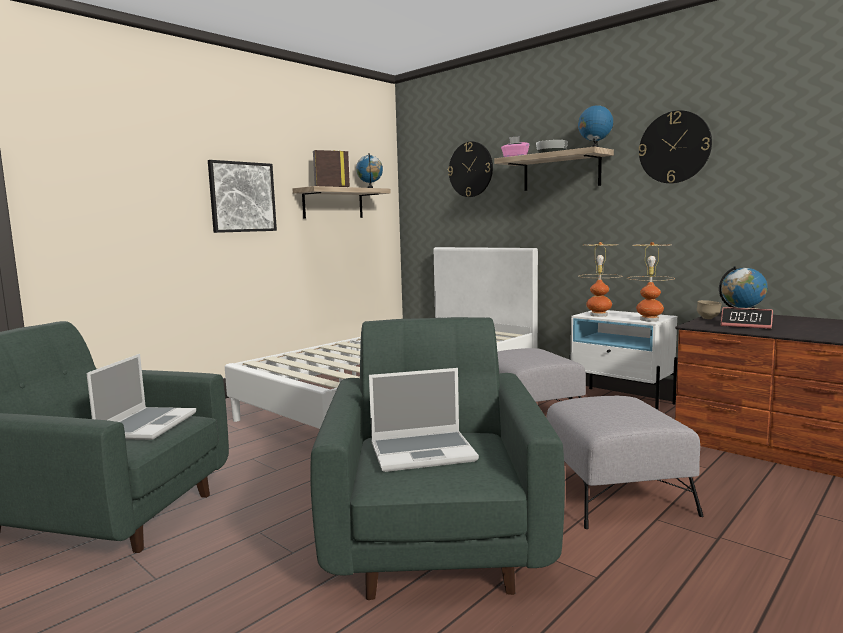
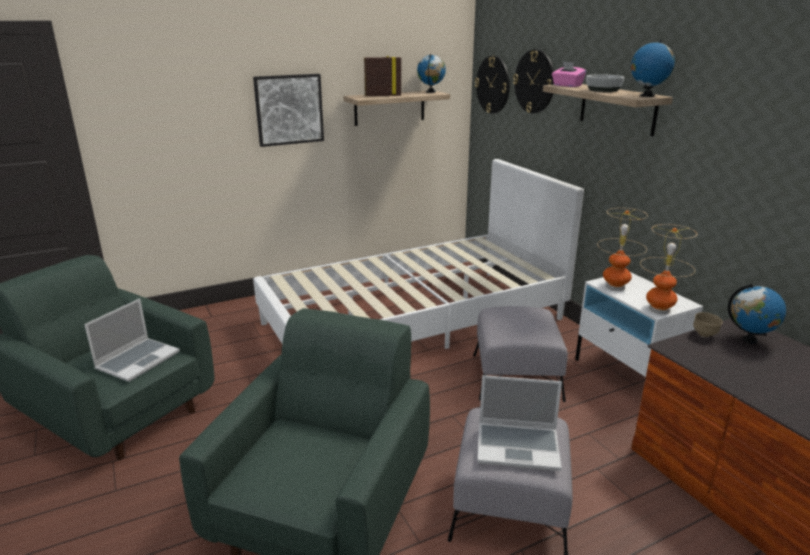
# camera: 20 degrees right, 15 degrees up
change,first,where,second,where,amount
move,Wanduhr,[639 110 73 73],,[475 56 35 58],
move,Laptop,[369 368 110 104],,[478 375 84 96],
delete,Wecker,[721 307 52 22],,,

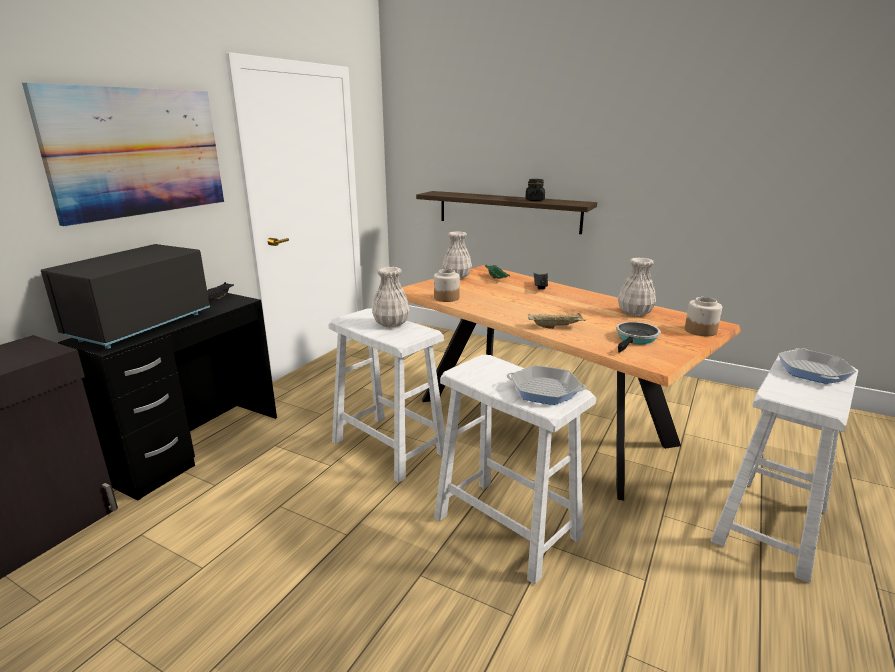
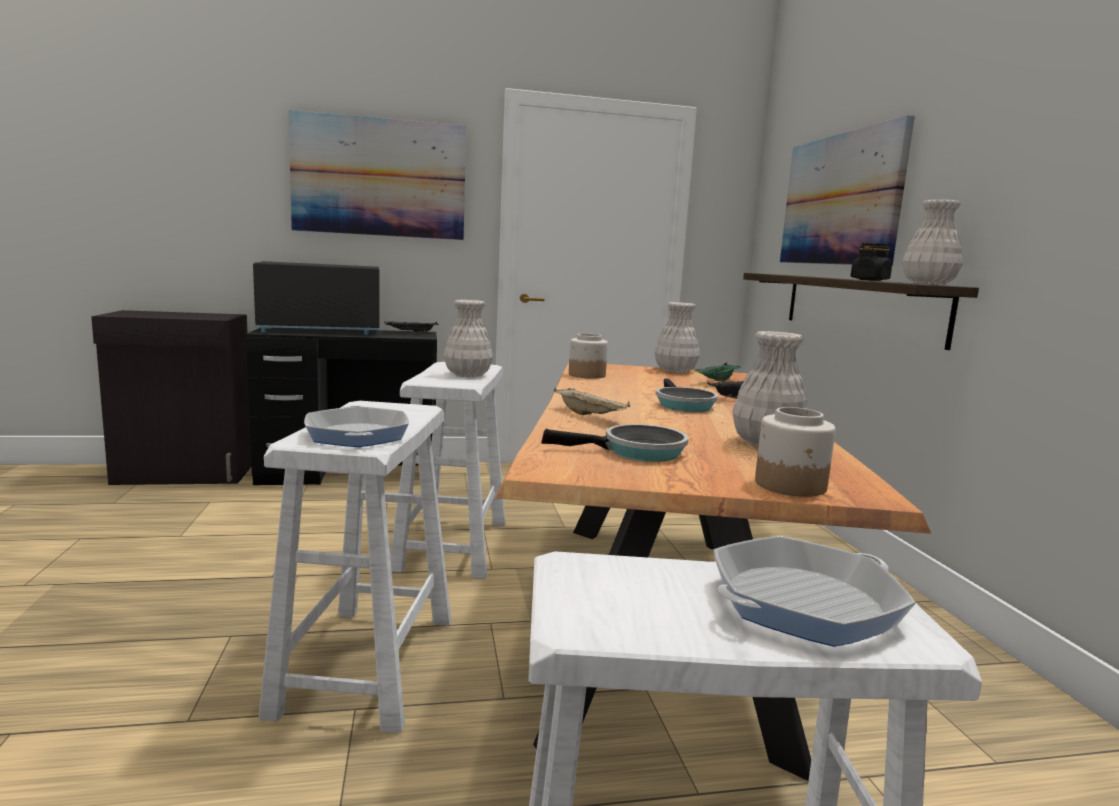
# camera: 50 degrees right, 10 degrees down
change,first,where,second,where,amount
insert,,,Pfanne,[656 379 62 33],
insert,,,Bild,[780 115 135 151],
insert,,,Vase [weiß],[902 199 61 86],

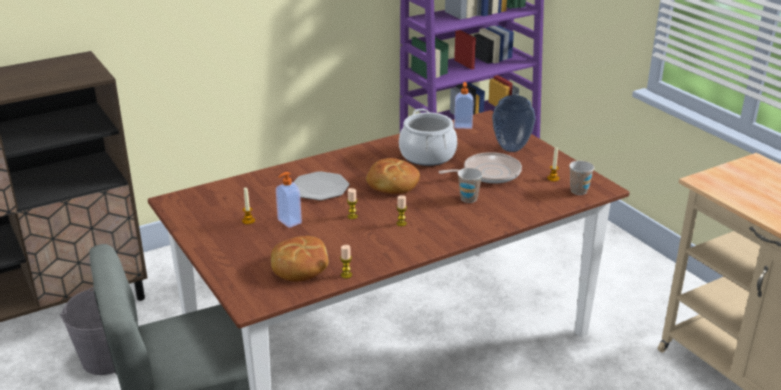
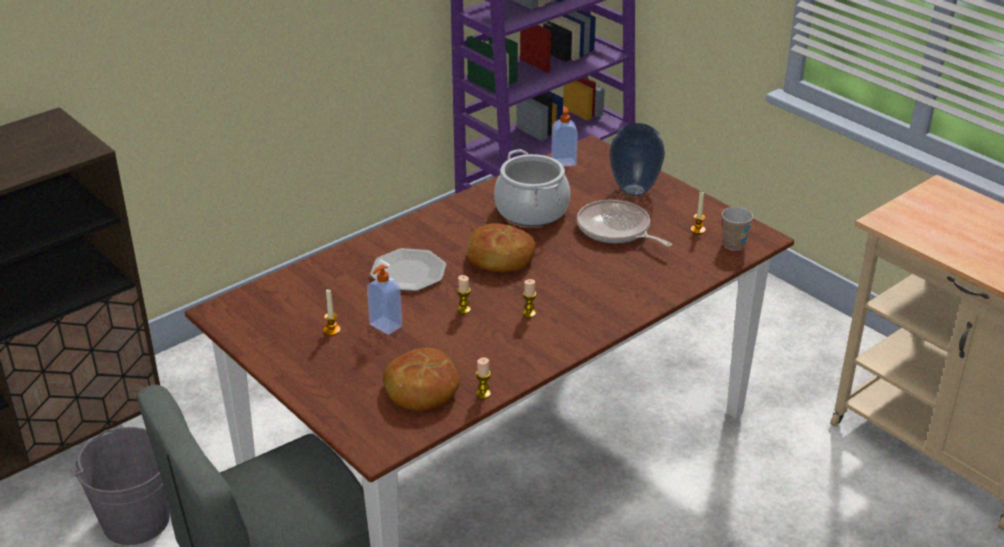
# camera: 10 degrees left, 5 degrees up
change,first,where,second,where,amount
rotate,Pfanne,[439 152 83 32],,[577 199 95 48],105 degrees counterclockwise
delete,Tasse,[458 168 25 35],,,

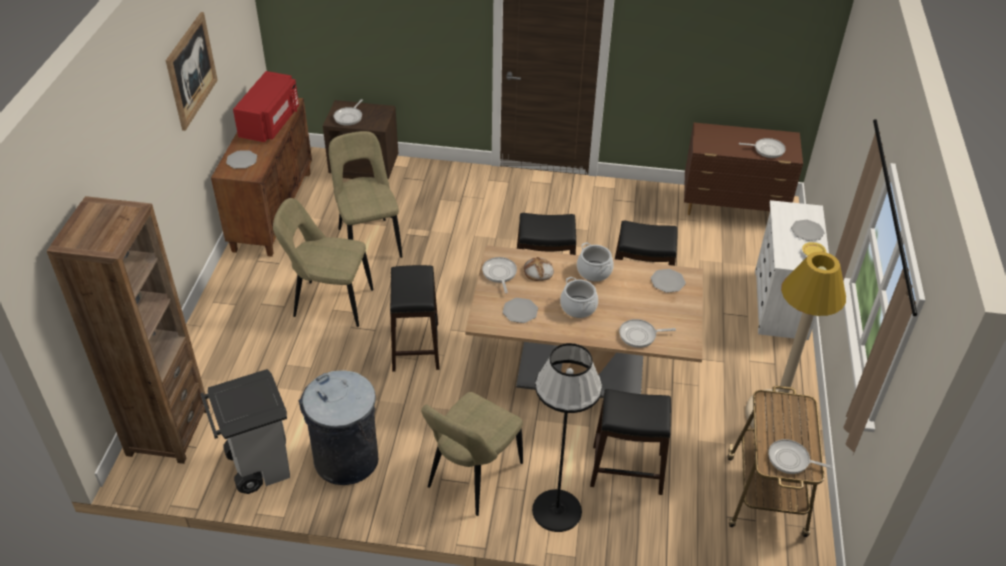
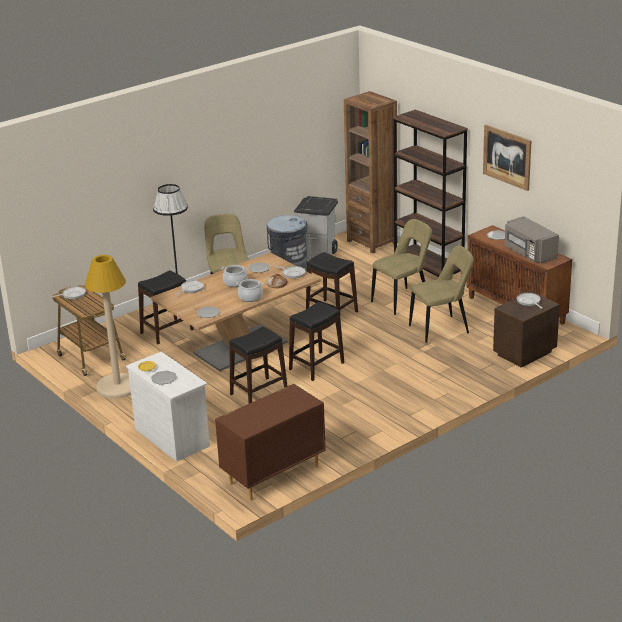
# camera: 135 degrees right, 15 degrees down
change,first,where,second,where,amount
insert,,,Bücherregal [braun],[393 110 75 167],
rotate,Stuhl [beige],[329 131 73 127],,[409 245 65 98],45 degrees counterclockwise
recolor,Mikrowelle [rot],[233 71 66 71],Mikrowelle [grau],[505 216 54 47],
delete,Pfanne,[739 138 47 20],,,

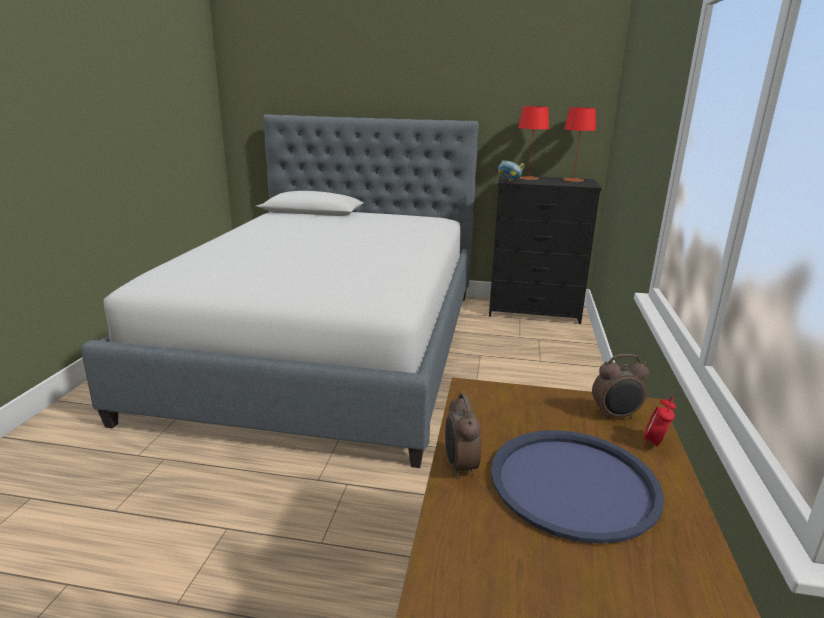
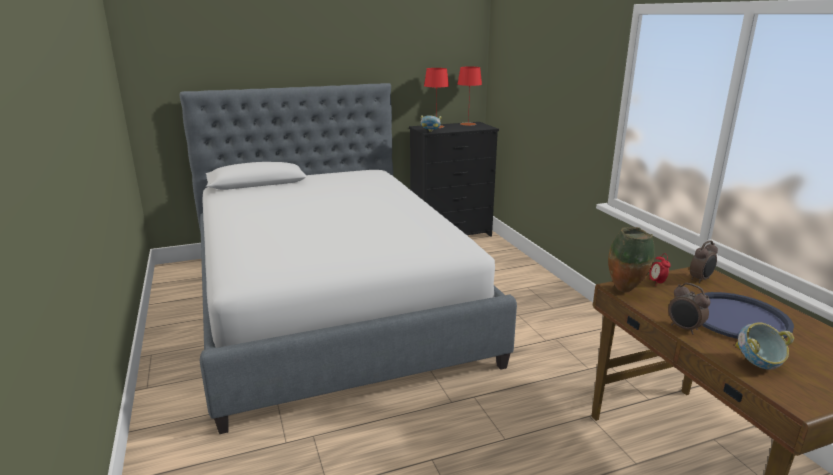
# camera: 30 degrees left, 0 degrees up
change,first,where,second,where,amount
insert,,,Vase,[608 227 47 65],
move,Wecker,[644 396 32 52],,[649 253 22 33],
insert,,,Schüssel,[735 322 59 47],

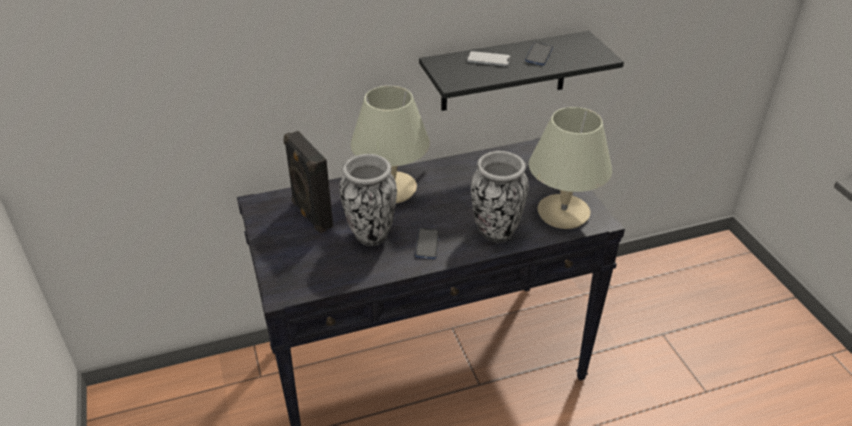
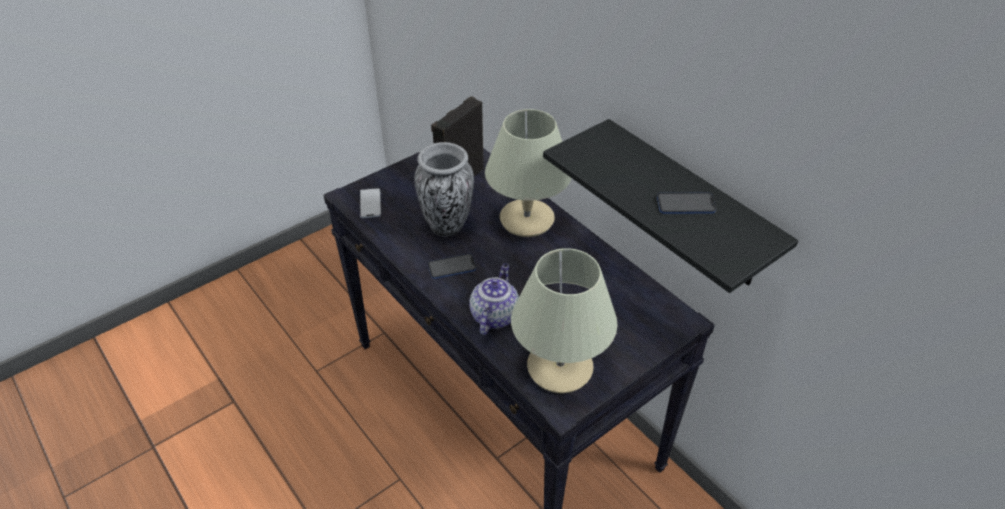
# camera: 70 degrees right, 5 degrees up
change,first,where,second,where,amount
move,Handy,[467 51 43 15],,[360 188 21 30],
replace,Vase,[471 151 58 91],Teekanne,[469 264 50 71],

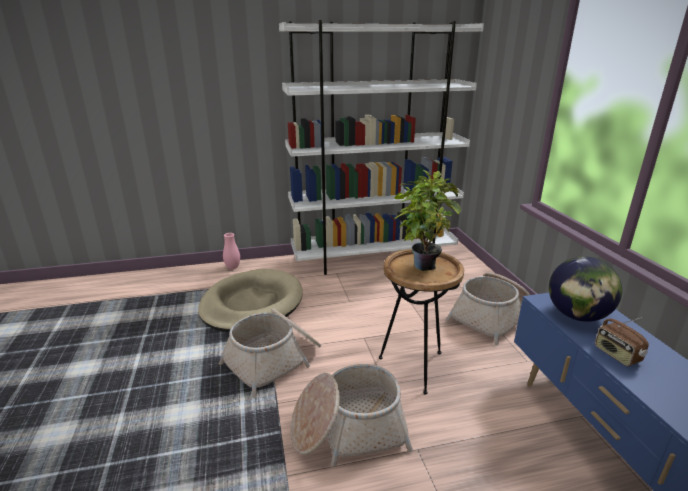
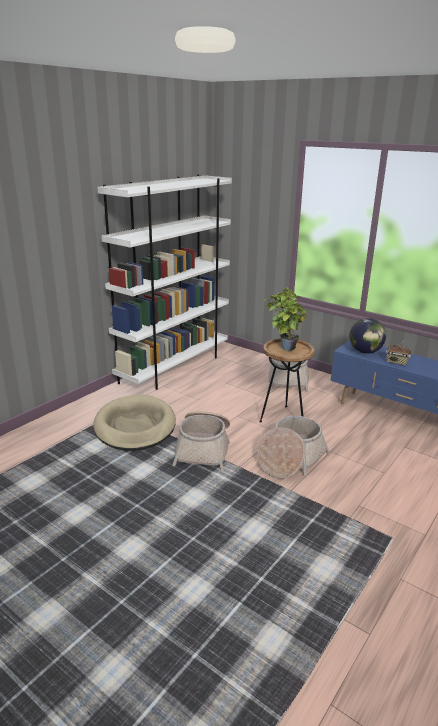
# camera: 40 degrees left, 0 degrees up
change,first,where,second,where,amount
delete,Vase [rosa],[223 233 17 36],,,

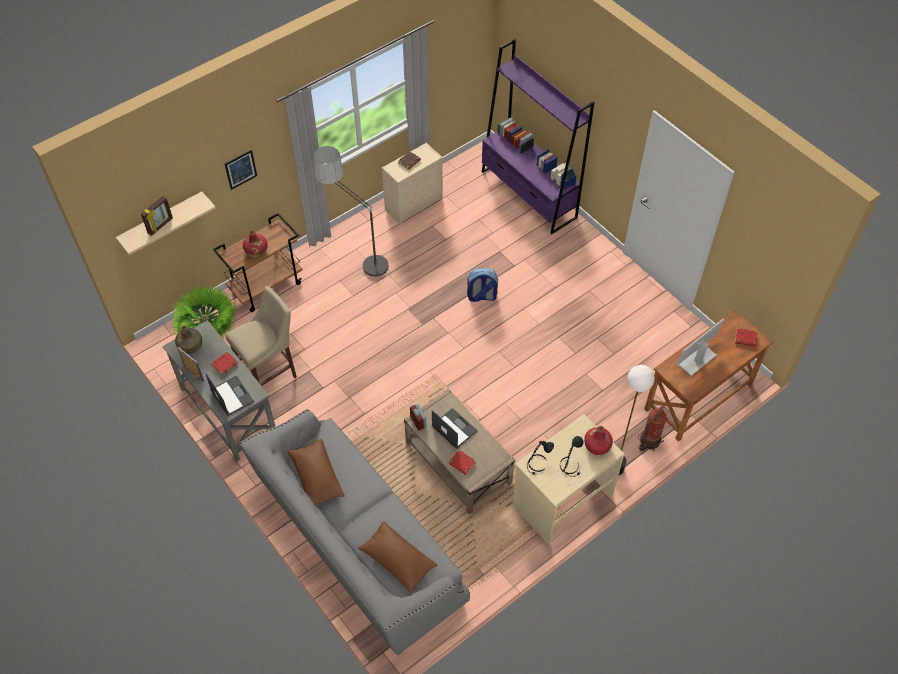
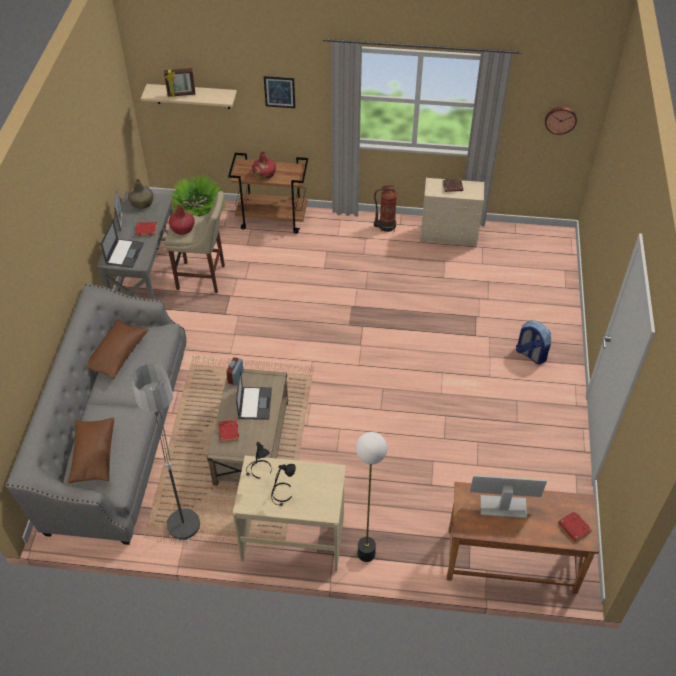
# camera: 45 degrees right, 5 degrees down
change,first,where,second,where,amount
move,Stehlampe,[313 146 77 132],,[132 364 68 179],
move,Flasche [rot],[584 426 29 29],,[169 204 26 31],
move,Feuerlöscher,[638 406 29 45],,[374 185 23 47],
move,Rucksack,[467 268 31 34],,[516 320 35 45],
insert,,,Wanduhr,[545 107 32 28],
delete,Bücherregal [lila],[482 39 112 196],,,

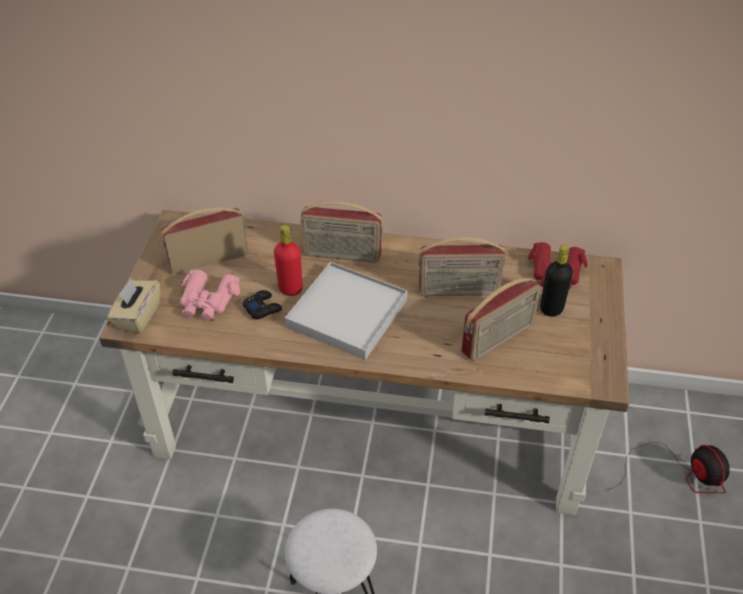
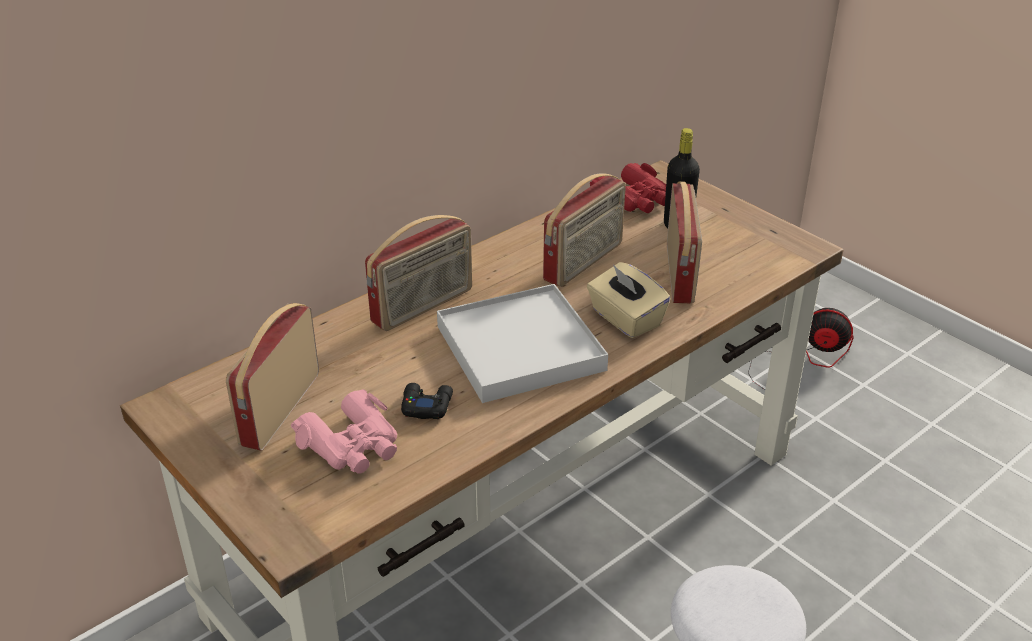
# camera: 50 degrees left, 10 degrees down
change,first,where,second,where,amount
move,Taschentuchbox [beige],[107 278 53 56],,[587 262 84 76],
delete,Flasche [rot],[274 225 29 71],,,

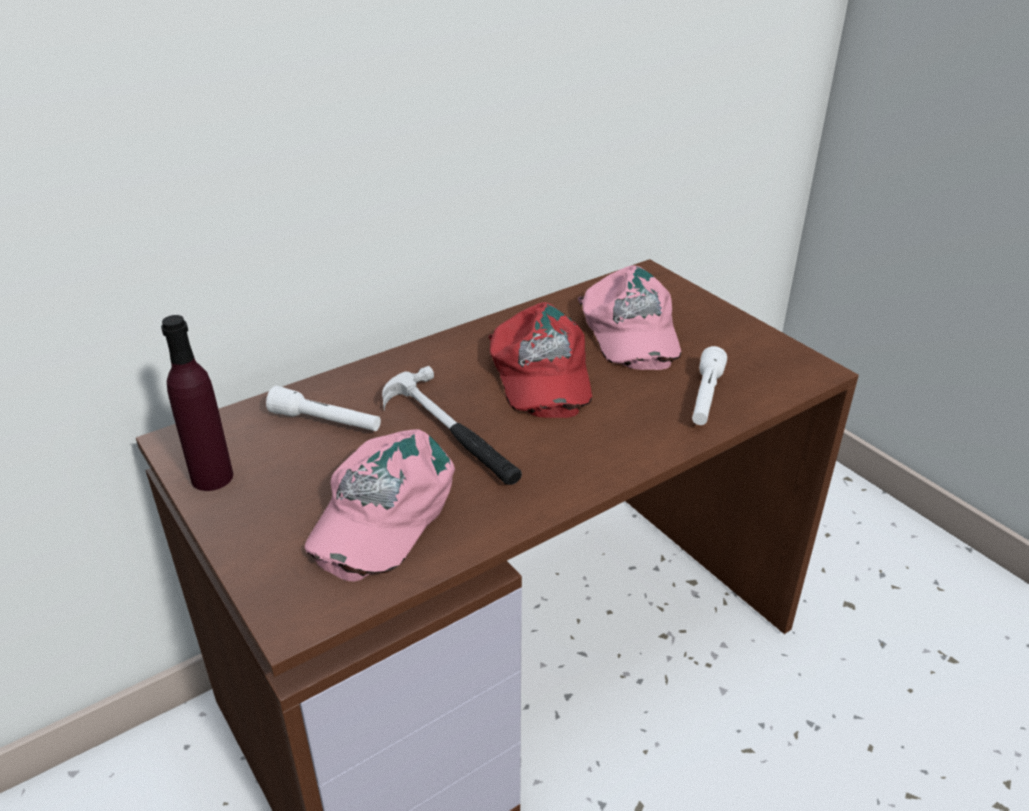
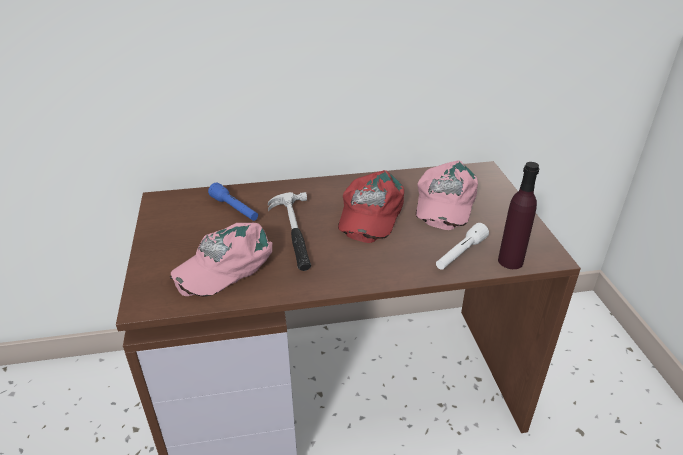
# camera: 25 degrees right, 0 degrees up
change,first,where,second,where,amount
recolor,Taschenlampe [weiß],[266 386 115 45],Taschenlampe [blau],[208 183 50 38],
move,Flasche [lila],[161 315 72 176],,[498 162 41 107],

